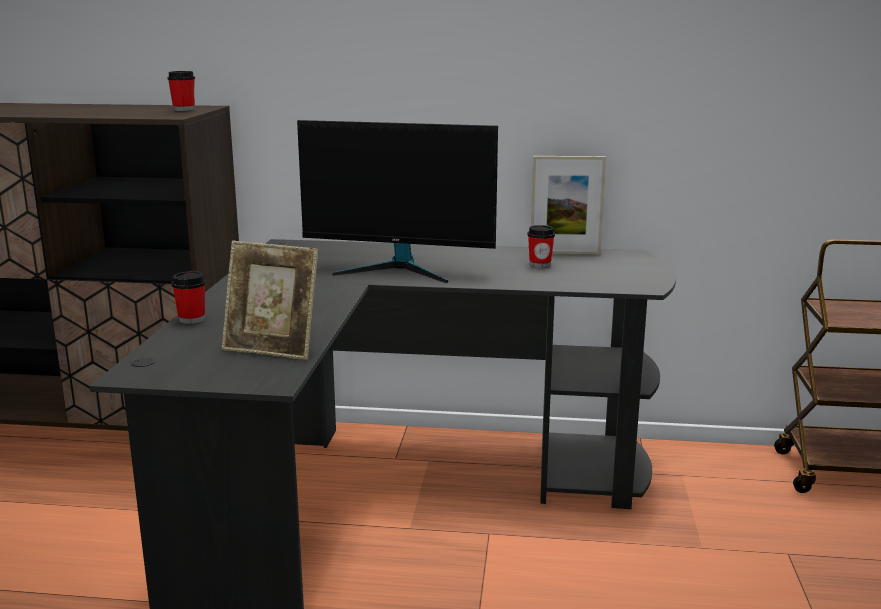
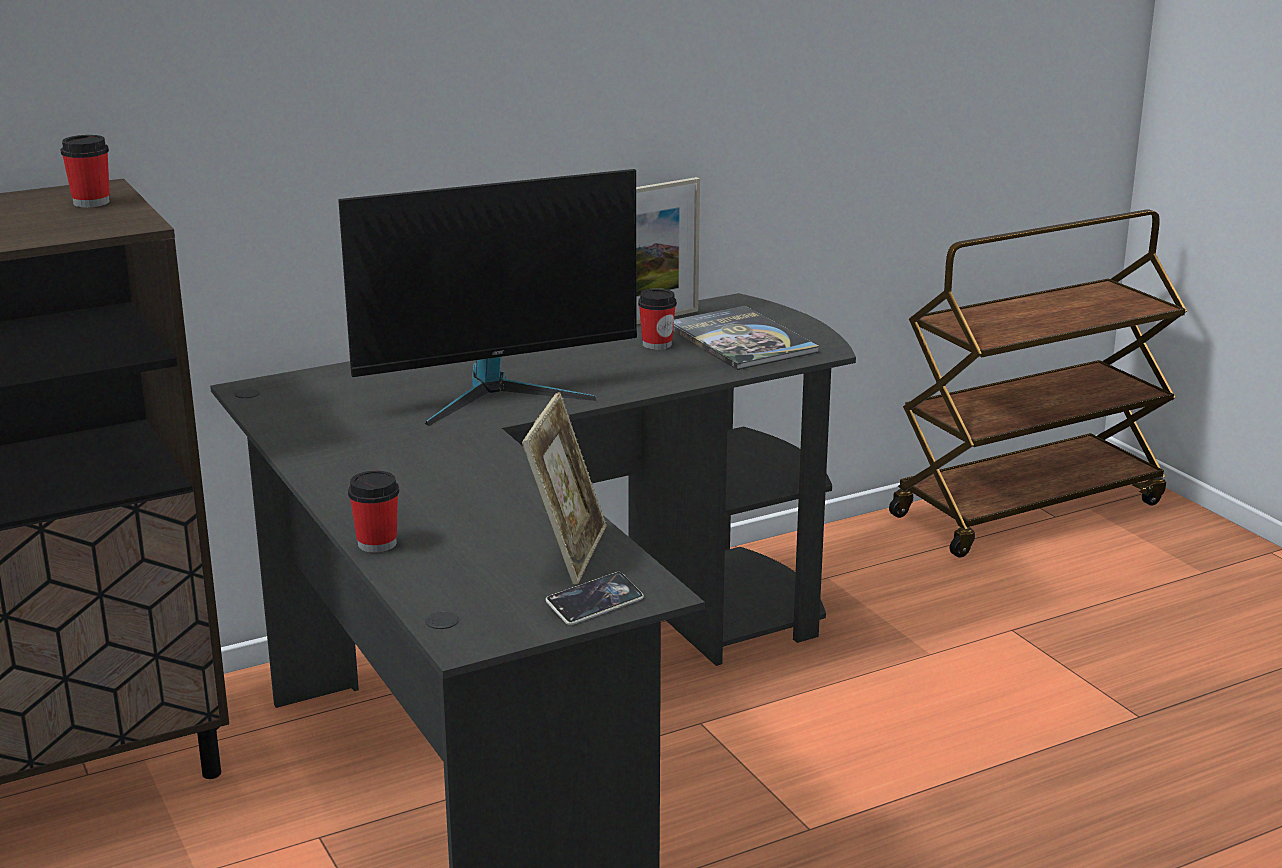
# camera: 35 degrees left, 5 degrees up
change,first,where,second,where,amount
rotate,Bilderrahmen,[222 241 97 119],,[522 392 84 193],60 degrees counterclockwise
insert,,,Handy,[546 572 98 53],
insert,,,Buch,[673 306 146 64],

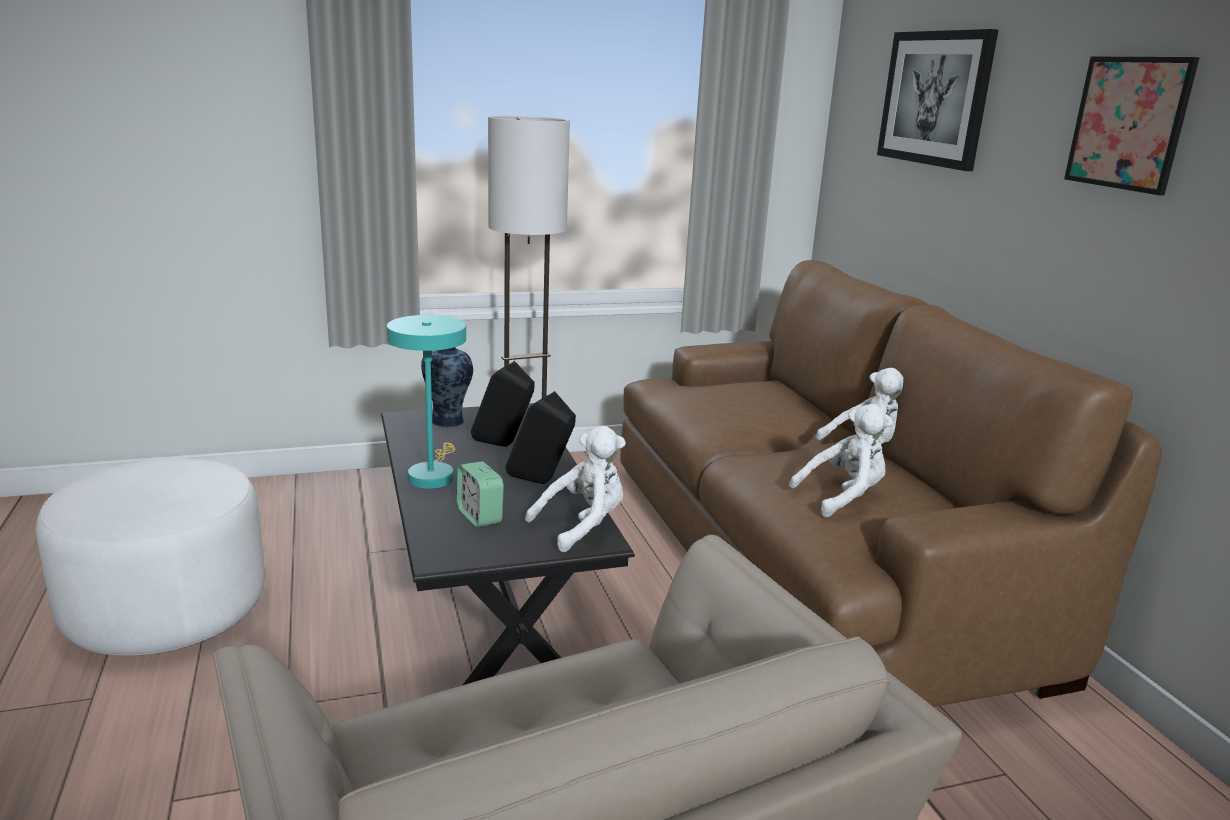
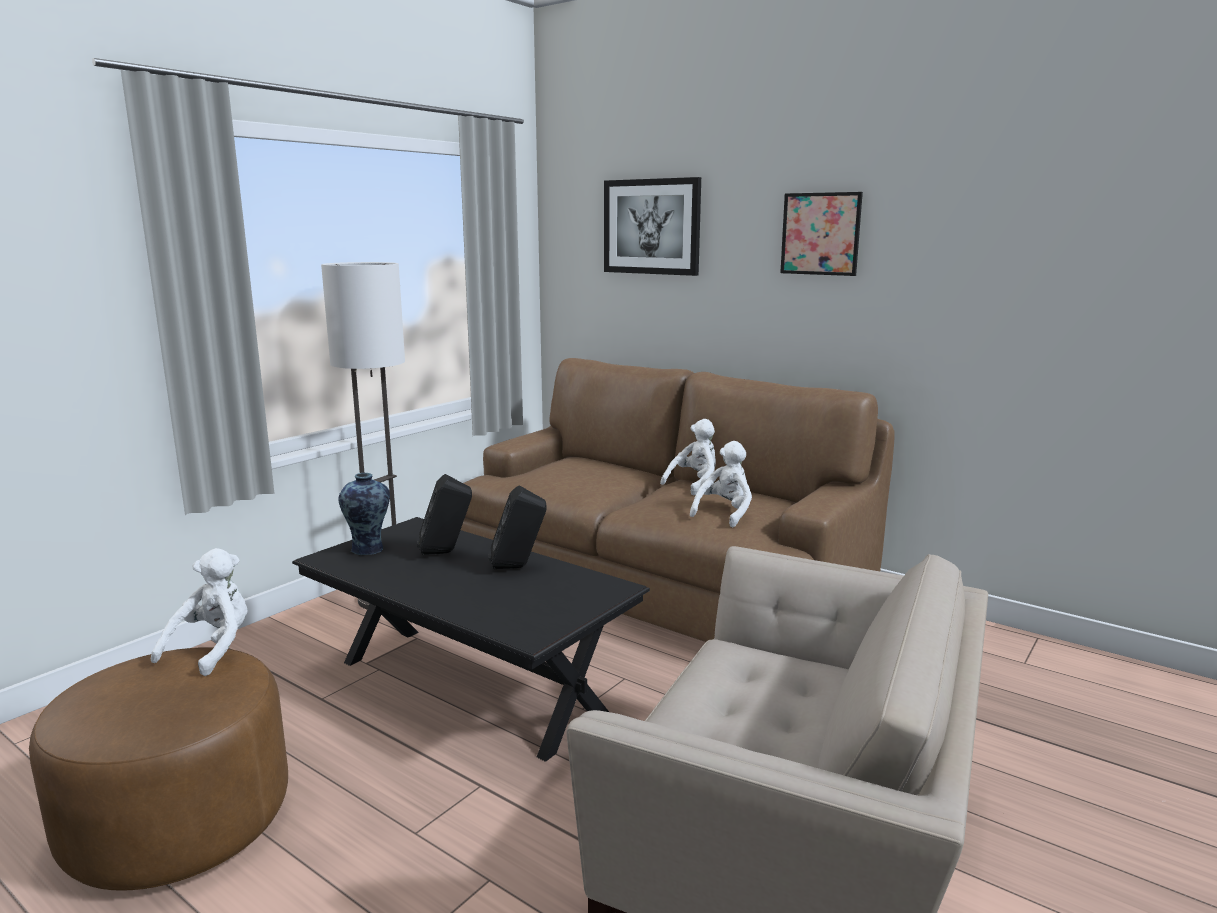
# camera: 35 degrees left, 5 degrees down
change,first,where,second,where,amount
recolor,Polsterhocker [weiß],[36 458 229 198],Polsterhocker [braun],[29 647 259 244],
move,Plüschtier [weiß],[525 426 101 126],,[151 548 96 128],
delete,Tischlampe [türkis],[387 315 79 174],,,
delete,Wecker,[457 461 47 66],,,

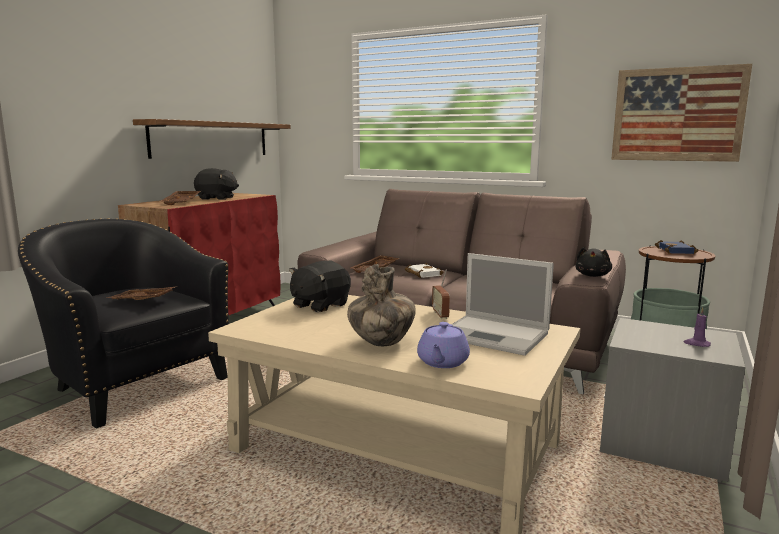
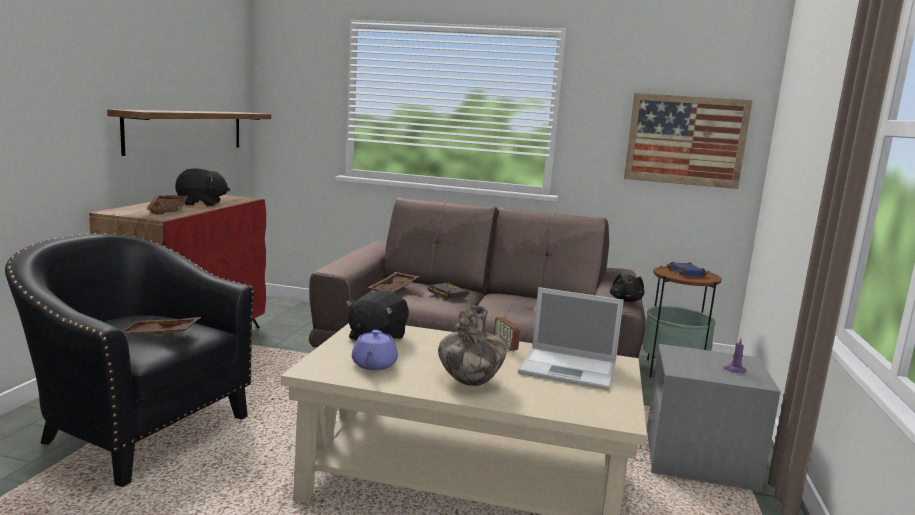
# camera: 15 degrees left, 0 degrees up
change,first,where,second,where,amount
move,Teekanne [lila],[417 322 53 46],,[352 330 46 40],
recolor,Buch [weiß],[405 263 38 15],Buch [schwarz],[428 282 42 17],

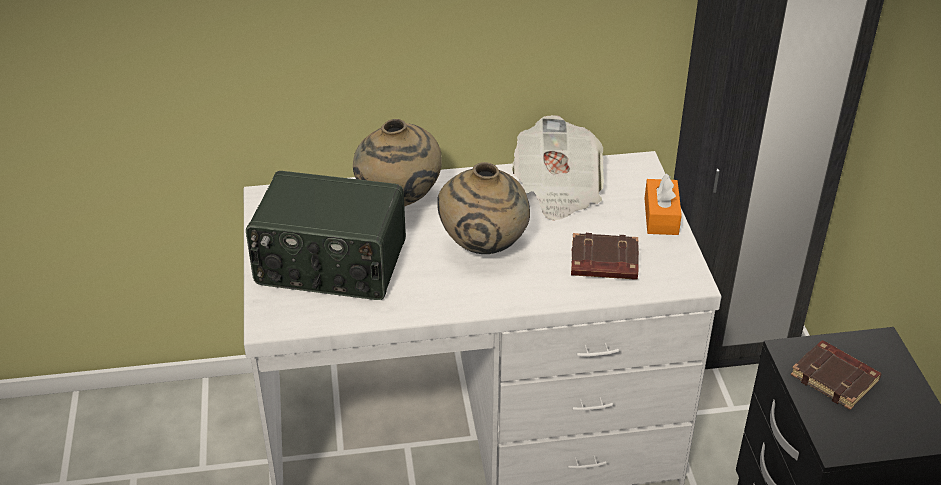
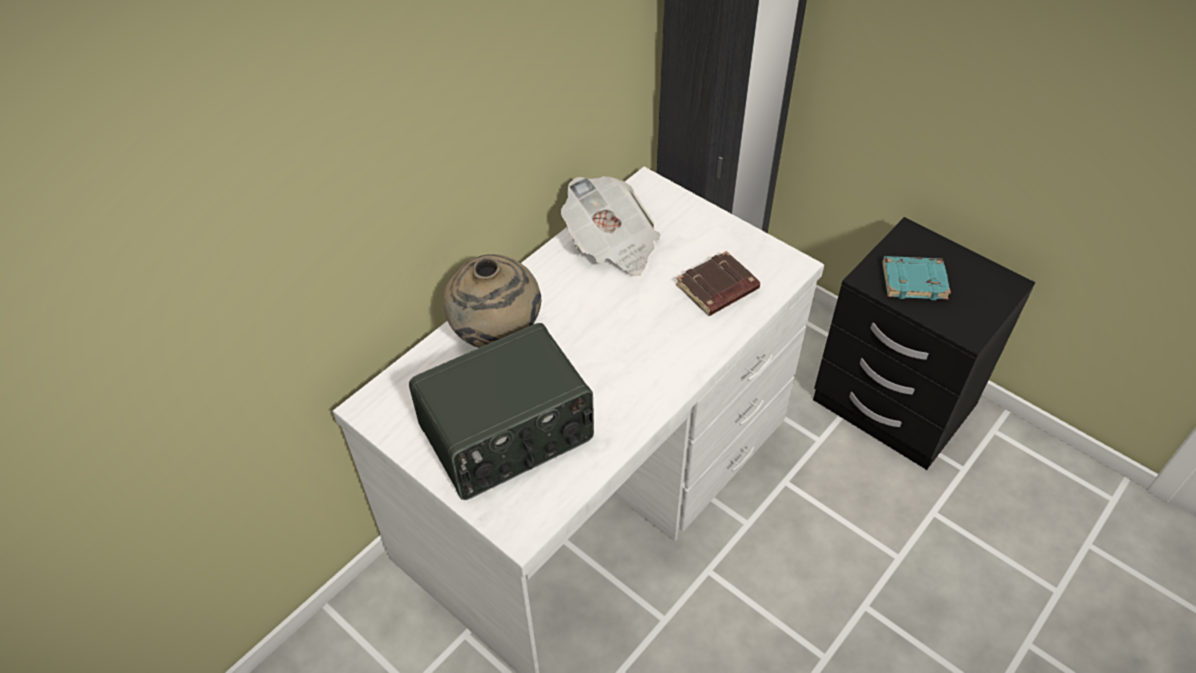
# camera: 40 degrees left, 10 degrees up
change,first,where,second,where,amount
recolor,Buch [braun],[790 340 91 70],Buch [türkis],[882 256 69 44],
delete,Vase [beige],[437 162 93 92],,,
delete,Taschentuchbox [orange],[645 174 37 61],,,

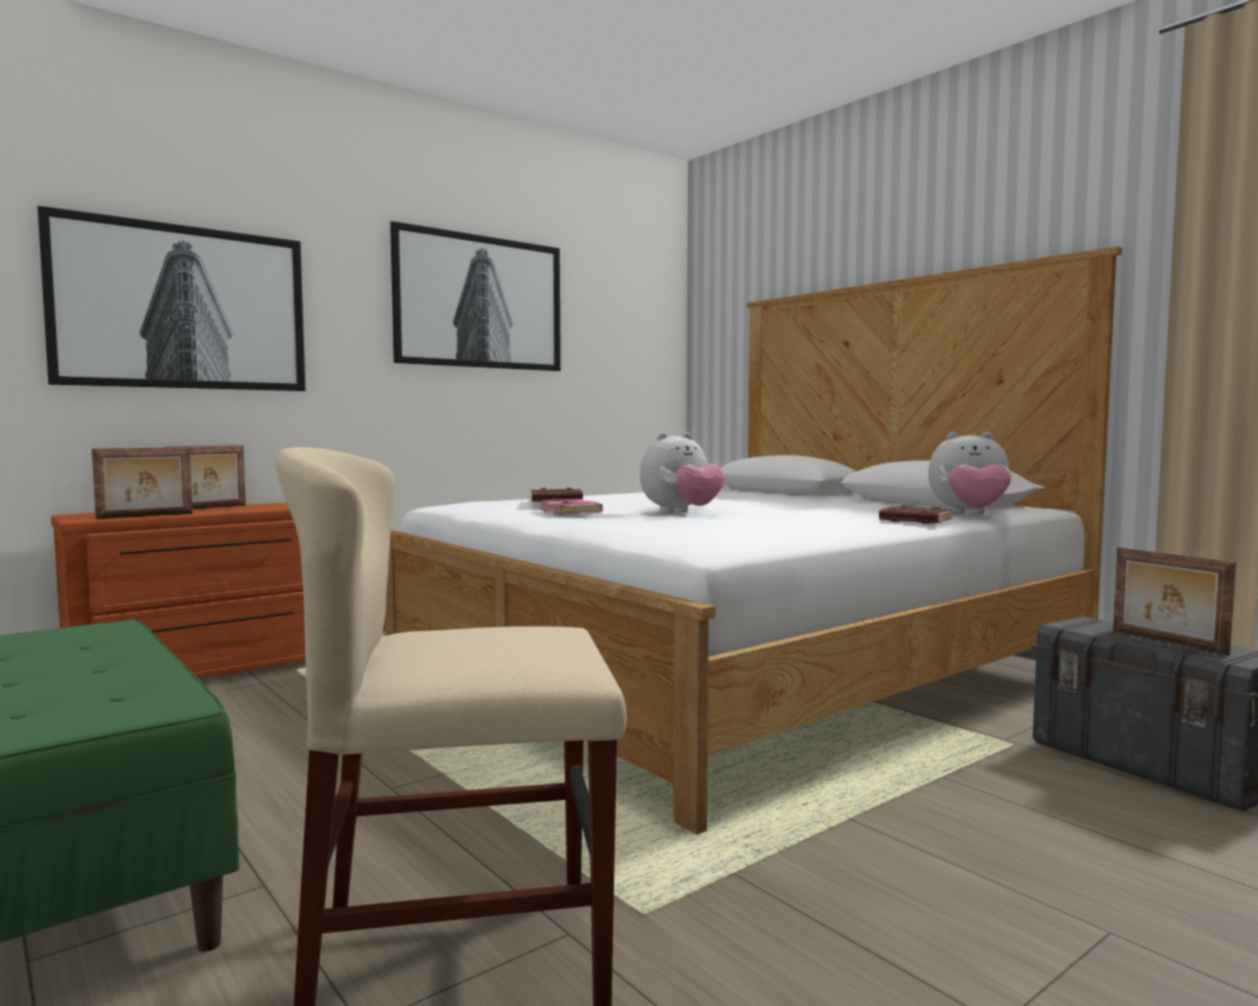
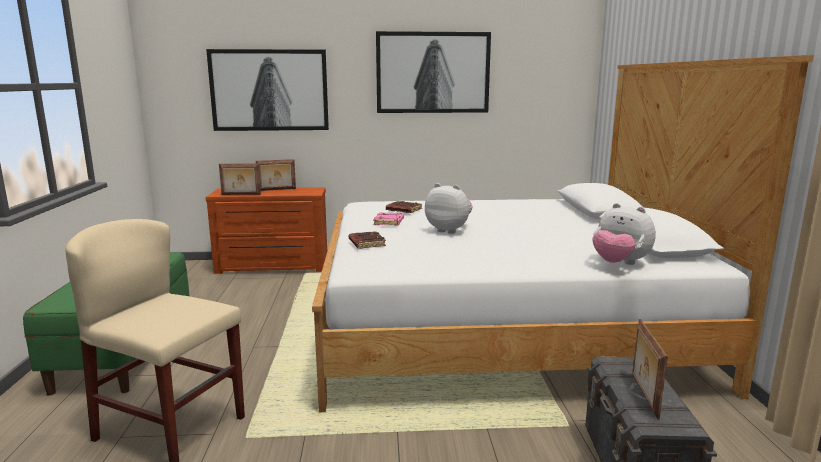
# camera: 35 degrees right, 10 degrees up
change,first,where,second,where,amount
move,Buch [braun],[879 504 73 20],,[349 231 37 18],
rotate,Plüschtier,[640 433 85 80],,[425 183 47 51],150 degrees counterclockwise

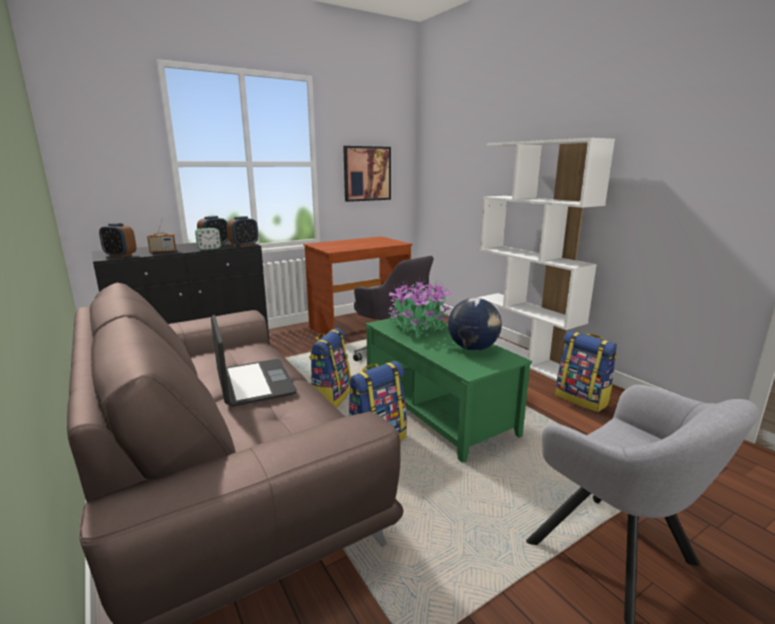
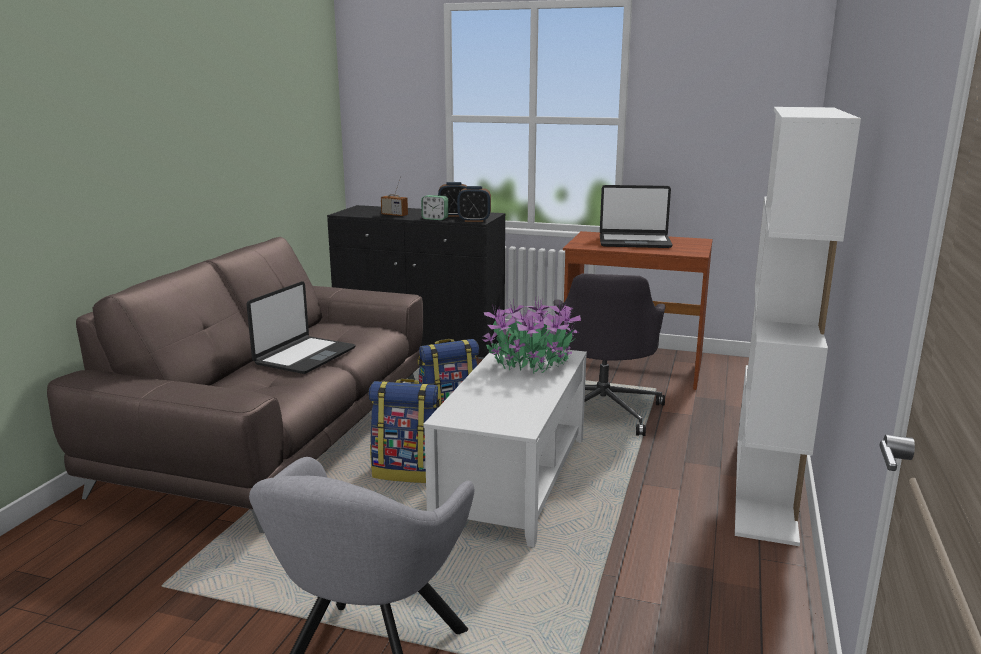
# camera: 50 degrees right, 0 degrees up
change,first,where,second,where,amount
recolor,Couchtisch [grün],[366 314 166 149],Couchtisch [weiß],[423 343 164 204],
insert,,,Laptop,[600 185 73 63],
delete,Wecker,[99 223 37 34],,,
delete,Bild,[343 146 48 56],,,
delete,Globus,[448 298 54 53],,,
delete,Rucksack,[555 331 62 81],,,

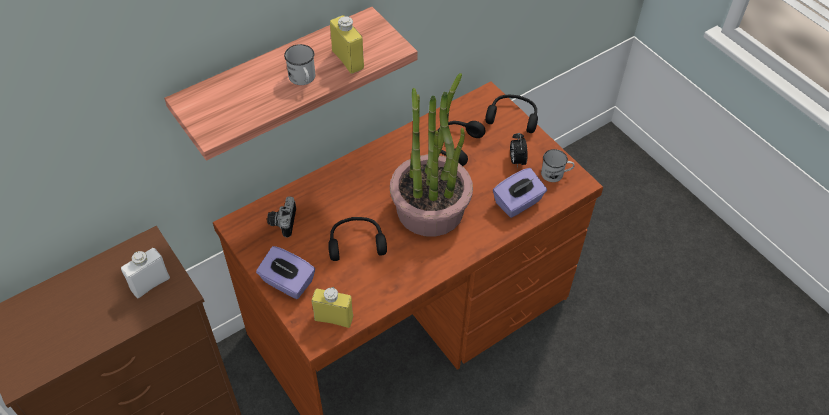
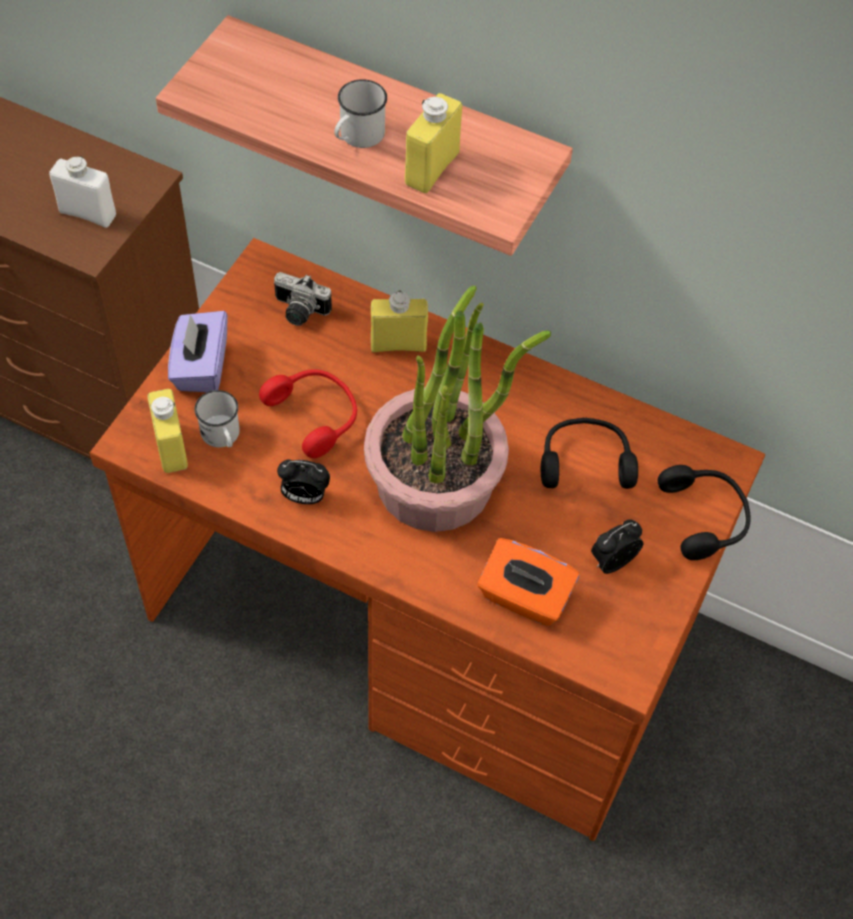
# camera: 60 degrees right, 5 degrees up
change,first,where,second,where,amount
move,Henkelbecher [weiß],[541 149 33 33],,[195 390 45 58],
recolor,Kopfhörer [schwarz],[328 217 59 44],Kopfhörer [rot],[259 369 98 89],
rotate,Kamera,[267 196 29 41],,[274 272 58 54],135 degrees counterclockwise
insert,,,Wecker,[277 460 53 44],
insert,,,Flasche [gelb],[371 291 57 61],
recolor,Taschentuchbox [lila],[493 168 54 50],Taschentuchbox [orange],[478 538 101 88],

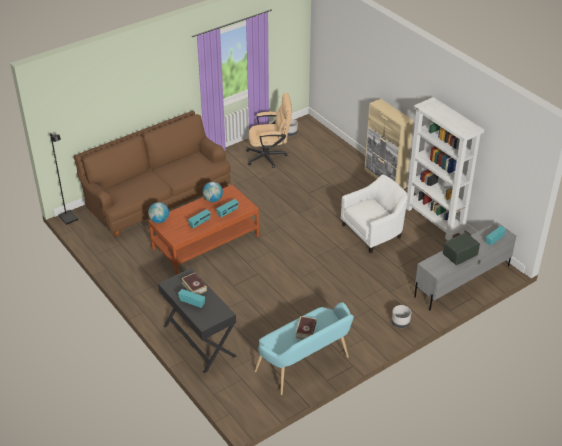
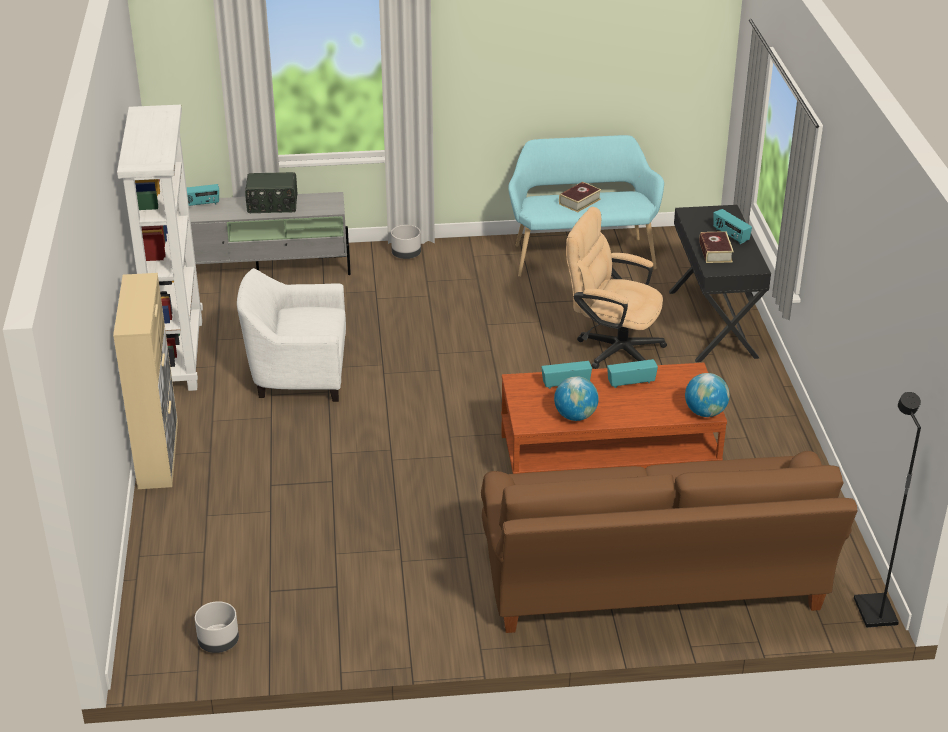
# camera: 150 degrees left, 5 degrees down
change,first,where,second,where,amount
move,Bürostuhl [beige],[246 93 46 75],,[566 207 101 162],

